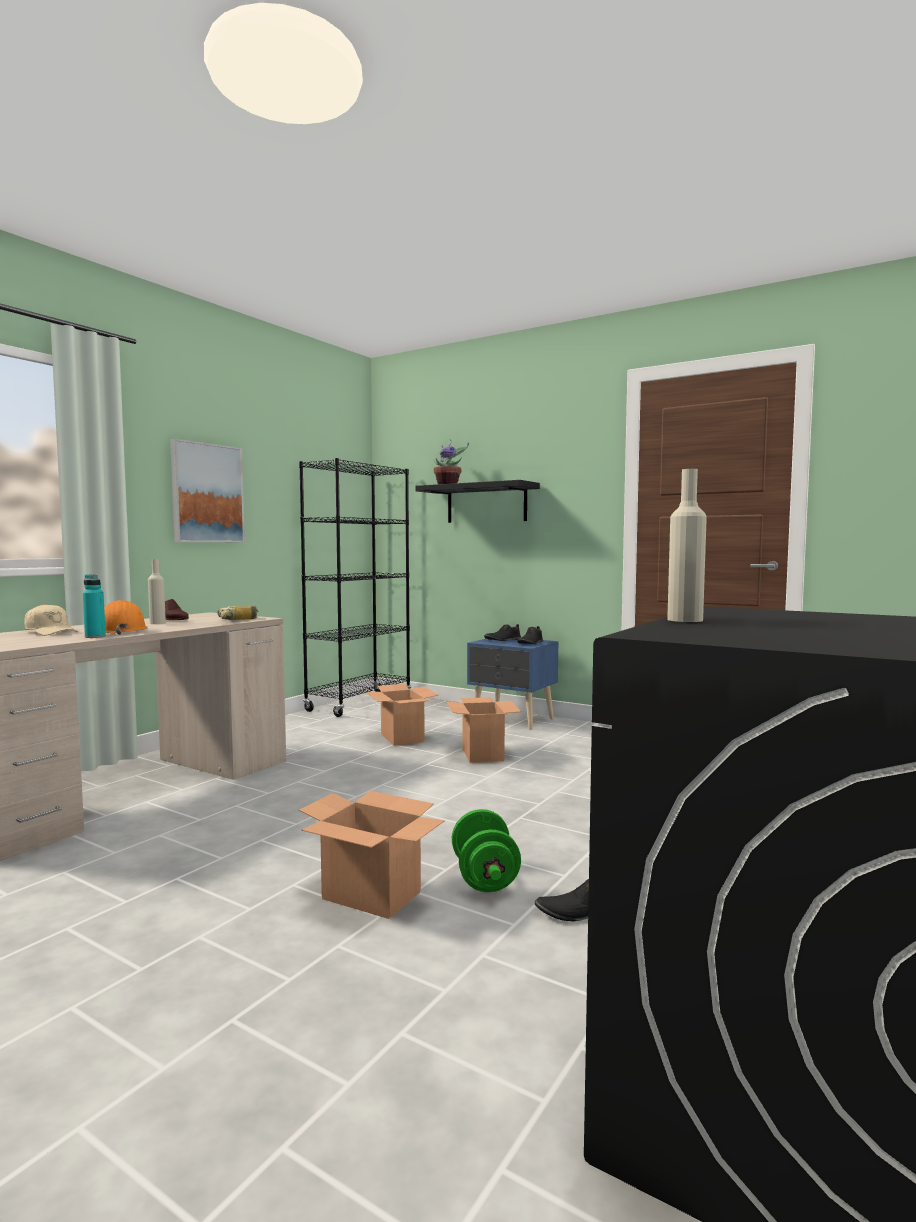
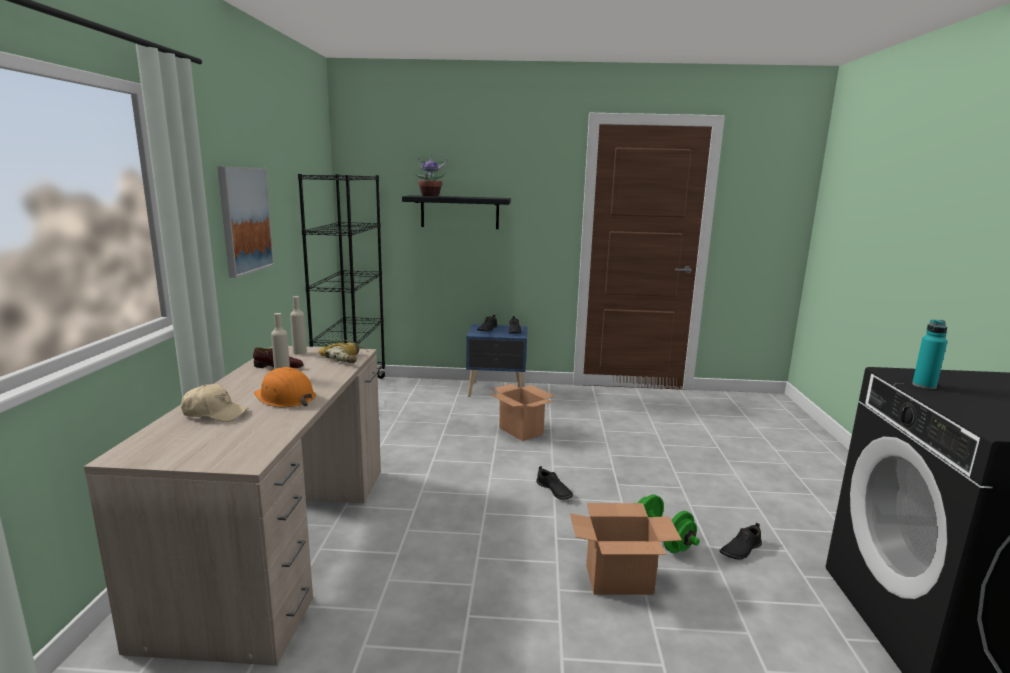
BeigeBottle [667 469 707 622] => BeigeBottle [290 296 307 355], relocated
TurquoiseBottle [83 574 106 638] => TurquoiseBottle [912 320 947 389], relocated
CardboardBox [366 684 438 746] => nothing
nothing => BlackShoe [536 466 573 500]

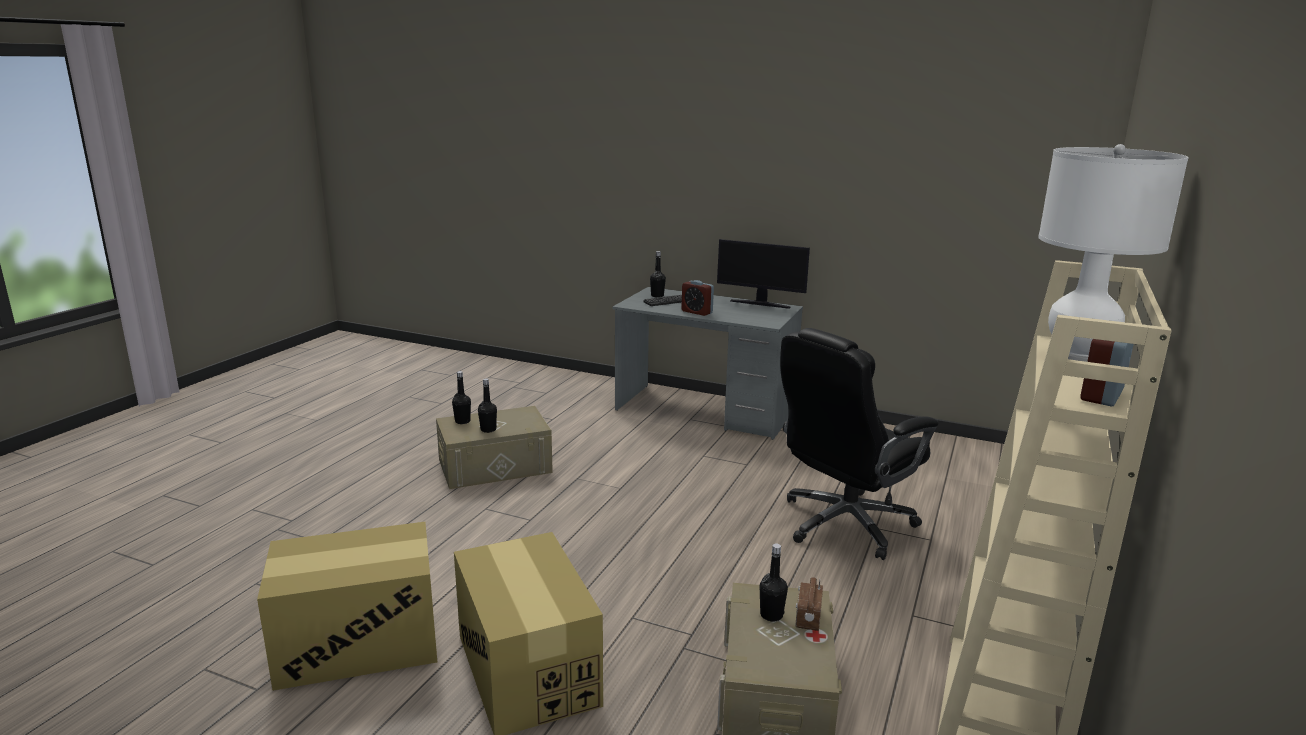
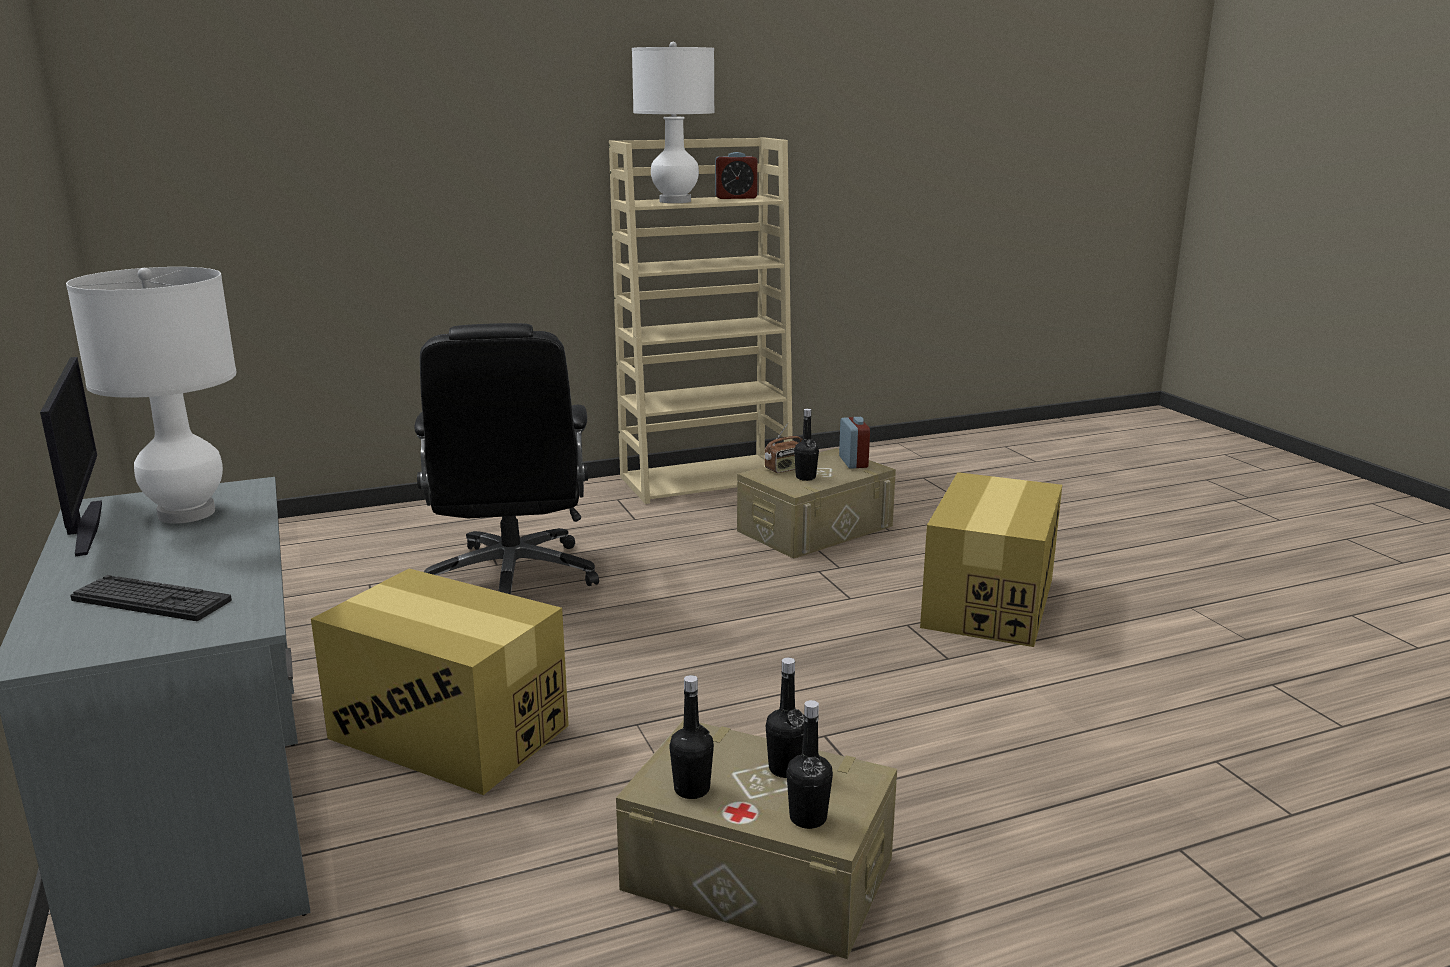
BlackBottle [650 251 666 298] => BlackBottle [669 675 714 799], relocated
AlarmClock [681 280 714 316] => AlarmClock [839 417 870 469], relocated
BlackOfficeChair [780 328 939 560] => BlackOfficeChair [414 323 599 594], 75 degrees clockwise
CardboardBox [257 522 437 691] => CardboardBox [311 568 569 795], relocated
nothing => WhiteTableLamp [66 267 237 524]

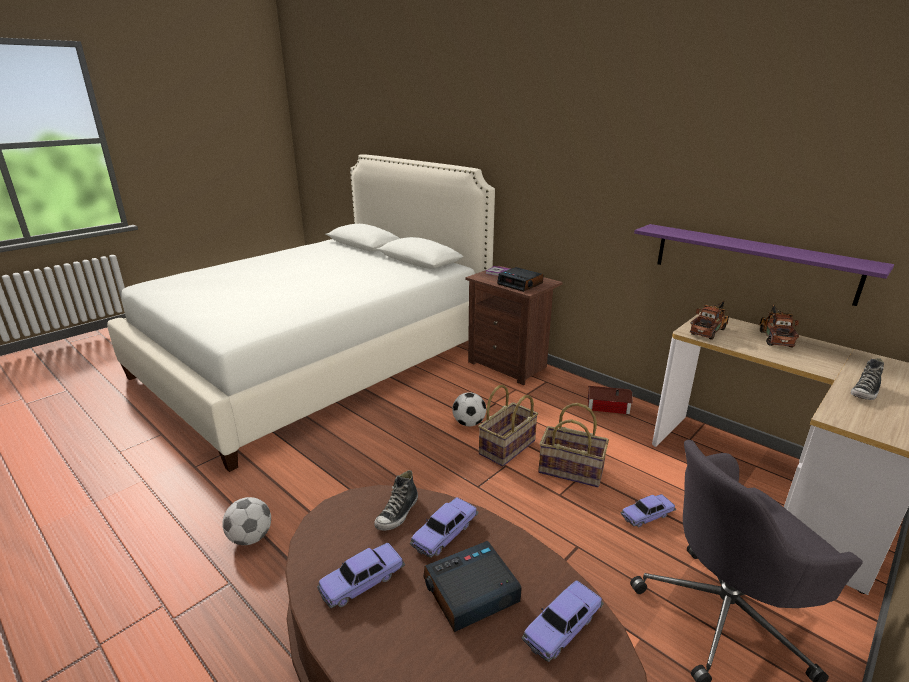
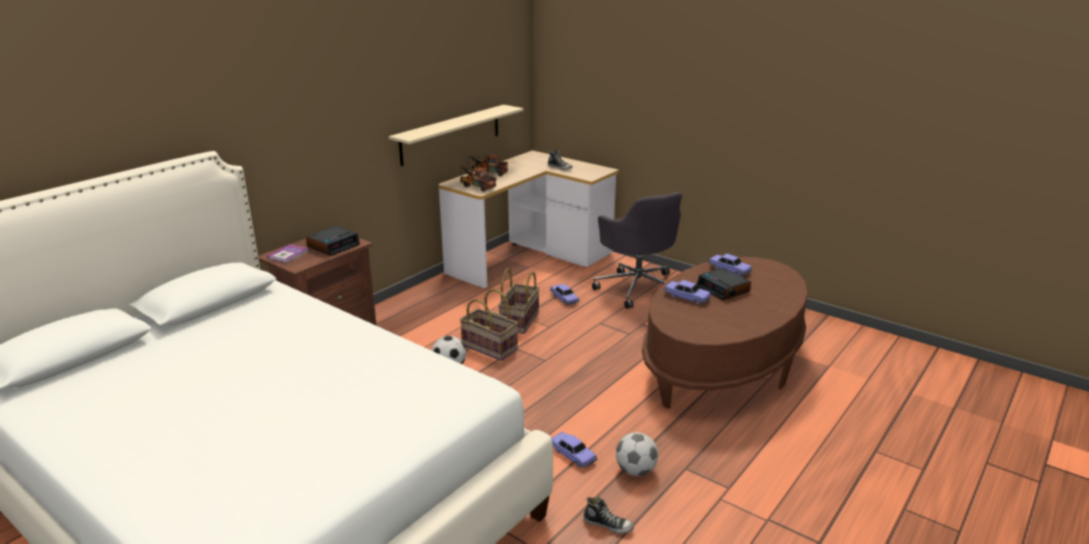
PurpleShelf [634 224 894 306] => BeigeShelf [389 105 523 166]
ToyHouse [588 386 633 414] => nothing
Shoe [374 470 418 531] => Shoe [583 497 634 534], relocated
ToyCar [317 543 405 608] => ToyCar [551 432 597 468], relocated

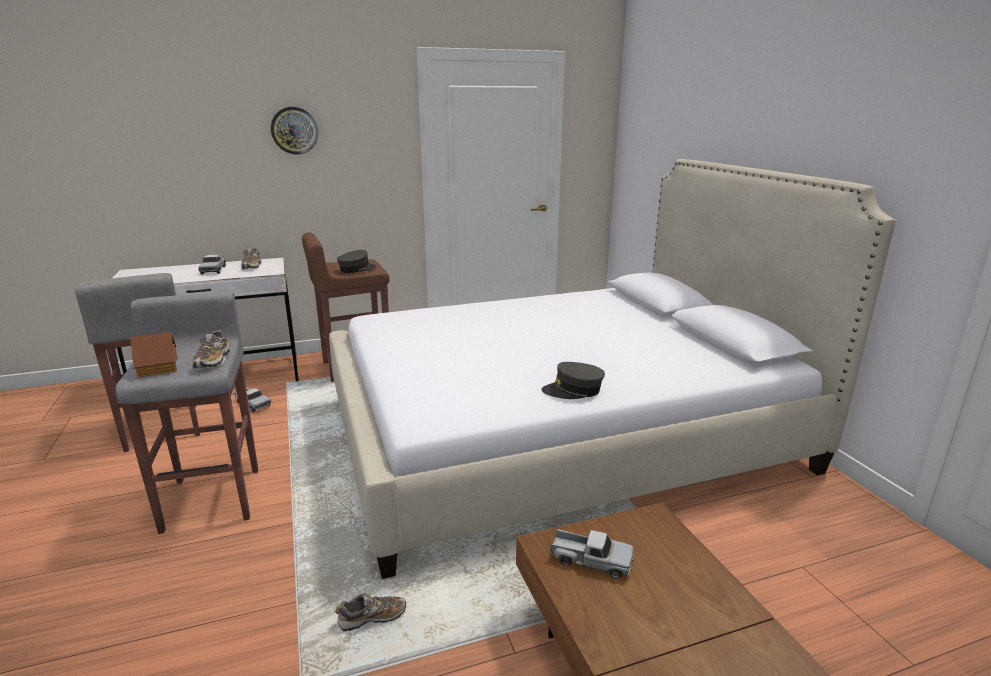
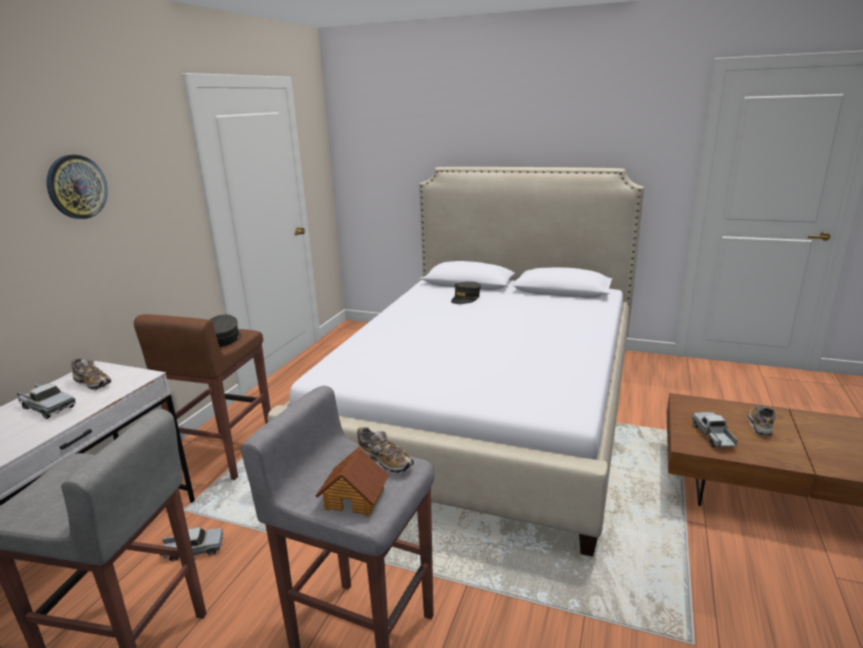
GreyCap [541 362 605 399] => GreyCap [451 282 481 304], relocated
ToyTruck [550 529 634 579] => ToyTruck [692 412 738 449], 60 degrees counterclockwise
Shoe [335 593 406 632] => Shoe [748 404 775 436], relocated

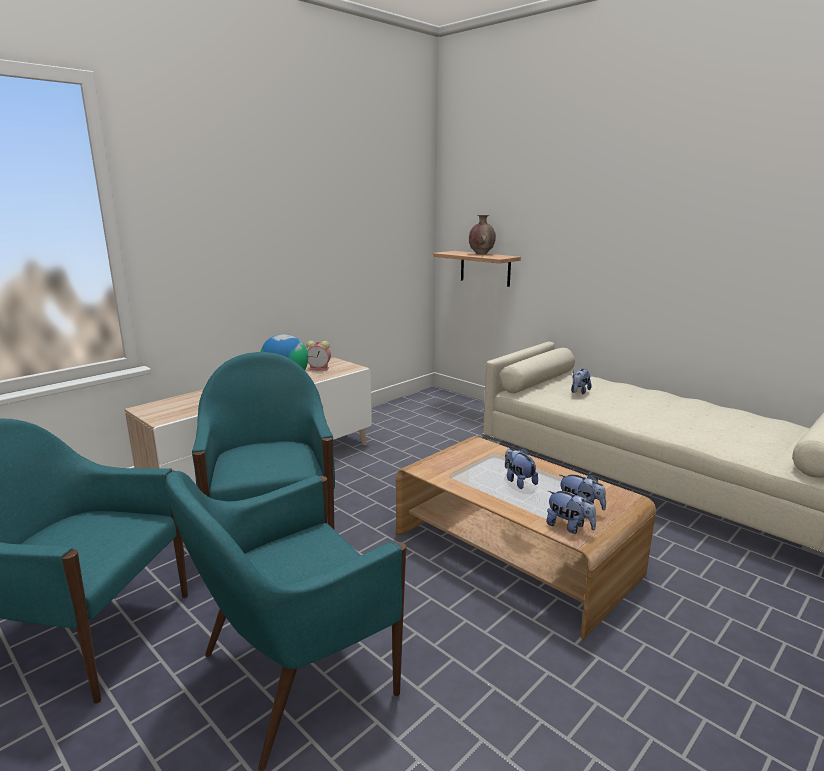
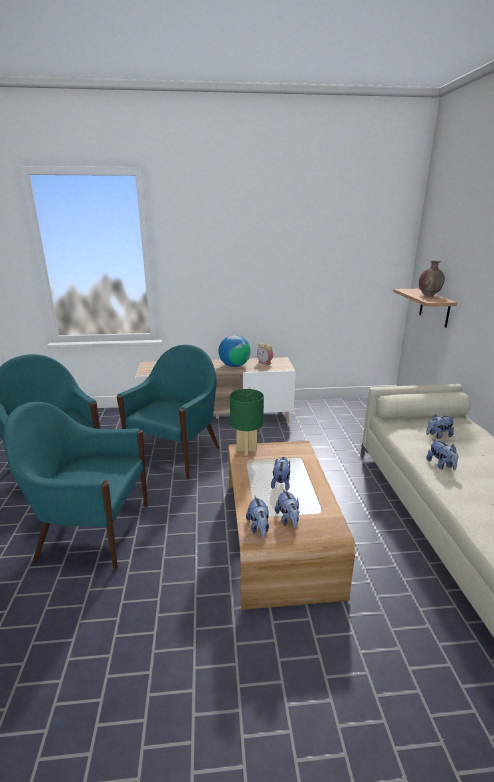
nothing => GreenTableLamp [230 389 264 456]
nothing => PlushToy [426 439 458 471]

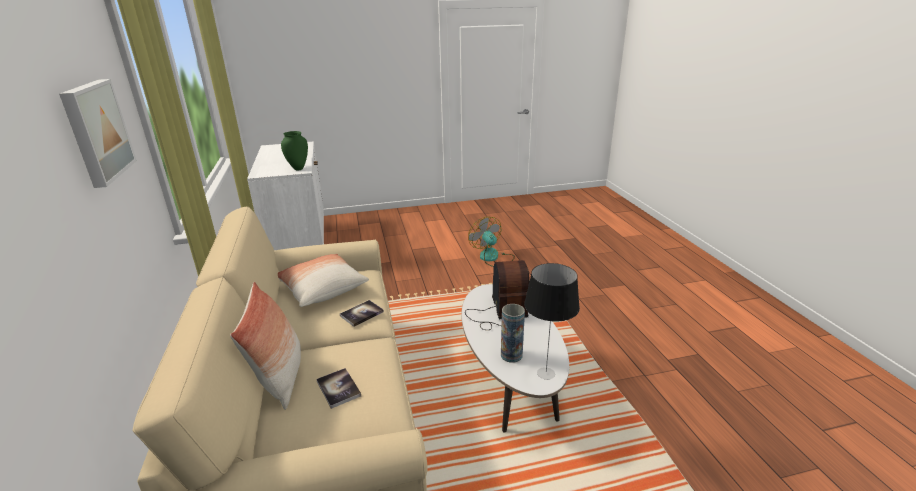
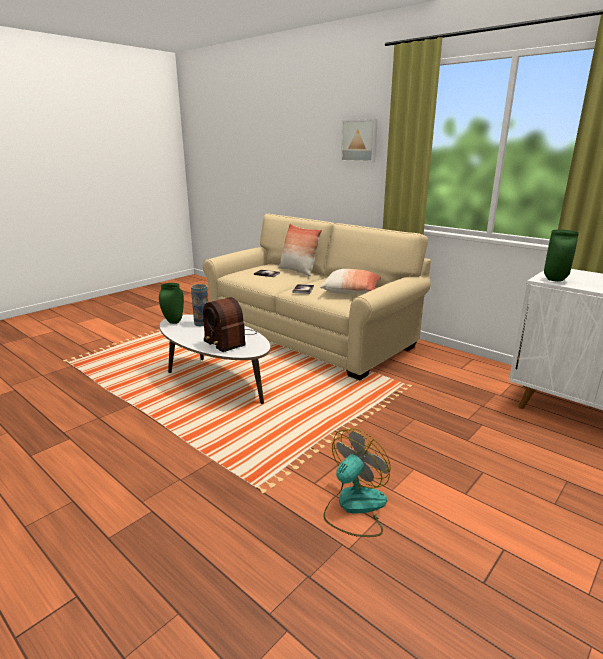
Fan [468 217 515 267] => Fan [324 428 391 537], 75 degrees counterclockwise
TableLamp [524 263 580 380] => GreenVase [159 283 184 324]

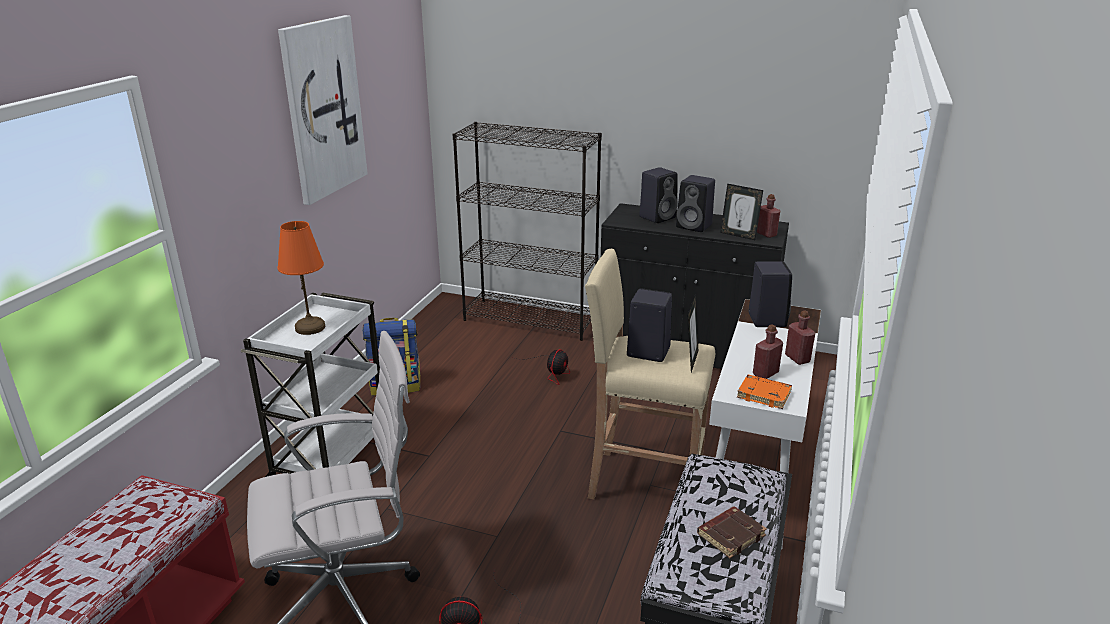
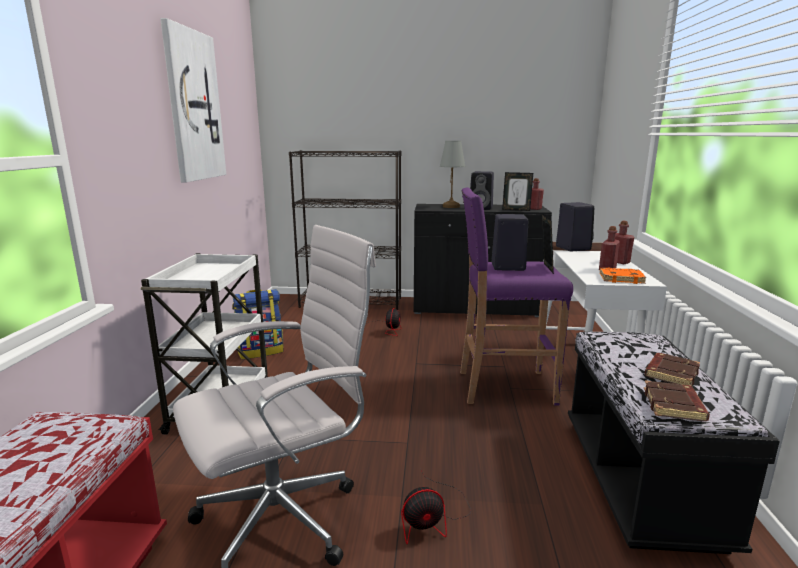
BlackSpeaker [639 167 678 223] => GreyTableLamp [440 141 465 208]
OrangeTableLamp [277 221 325 335] => nothing
BeigeStool [585 249 715 499] => PurpleStool [460 187 573 406]
nothing => BrownBook [644 380 710 421]

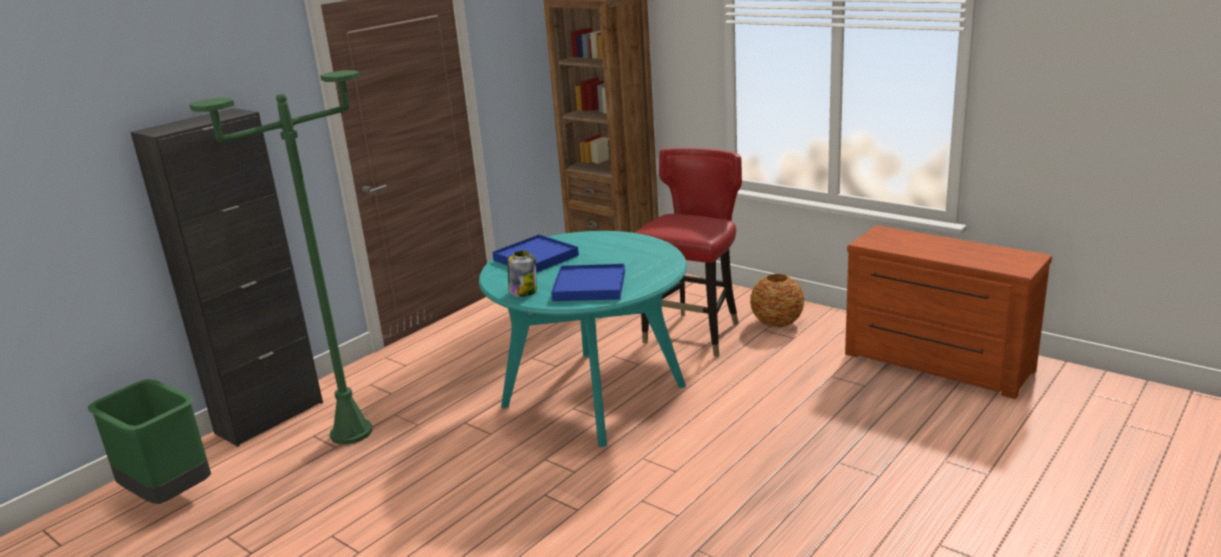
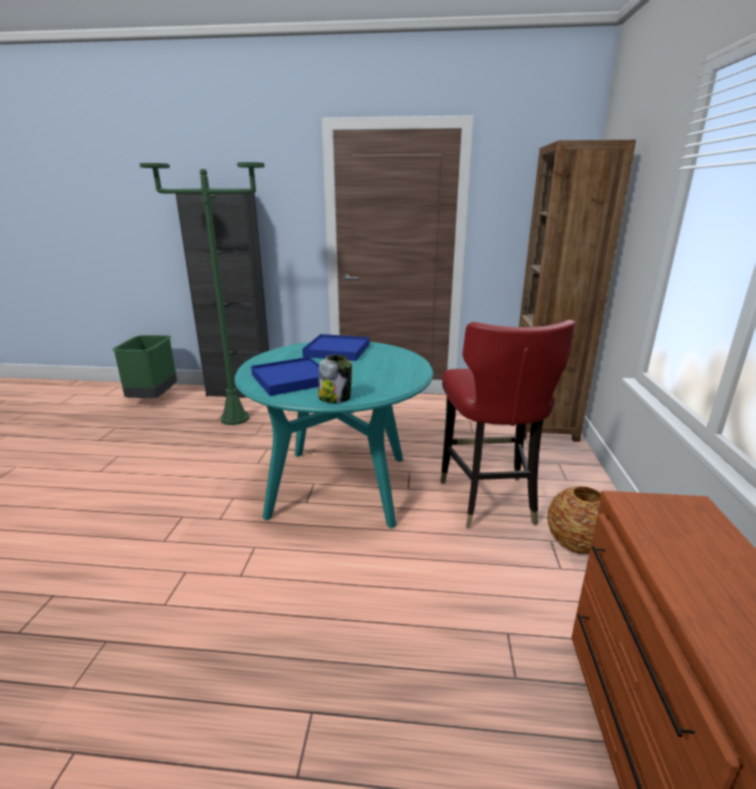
RedChair [635 148 742 357] => RedChair [440 320 576 529], 90 degrees clockwise
Jar [508 251 537 297] => Jar [318 355 352 403], relocated

